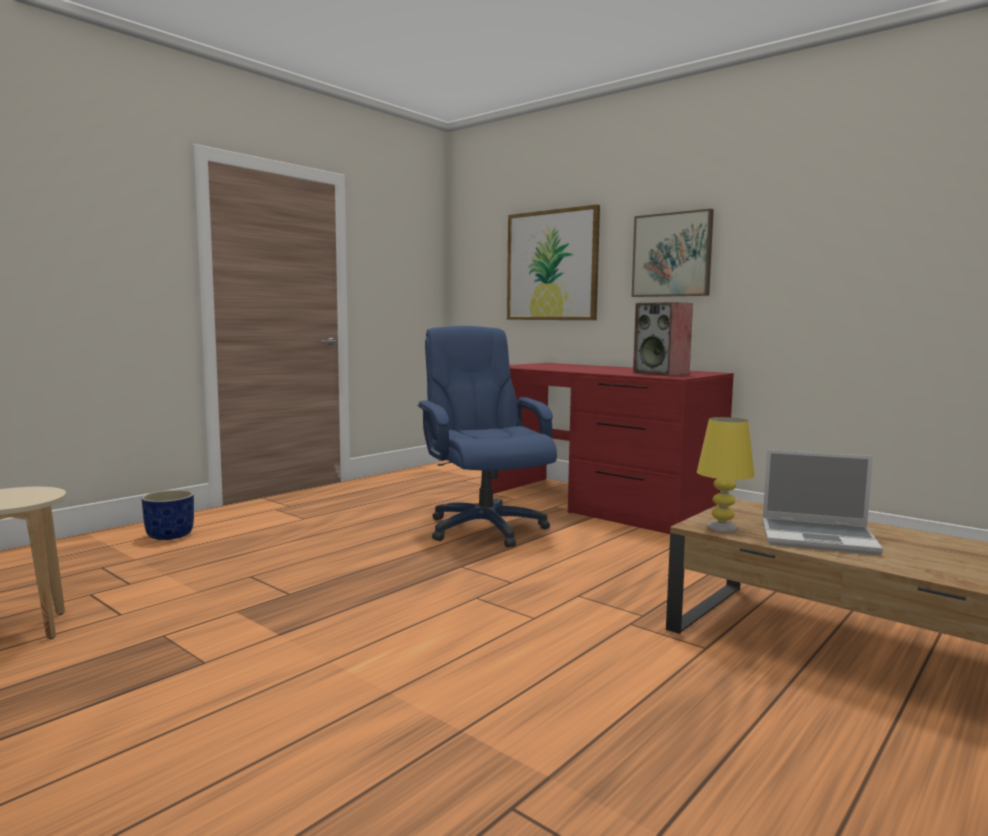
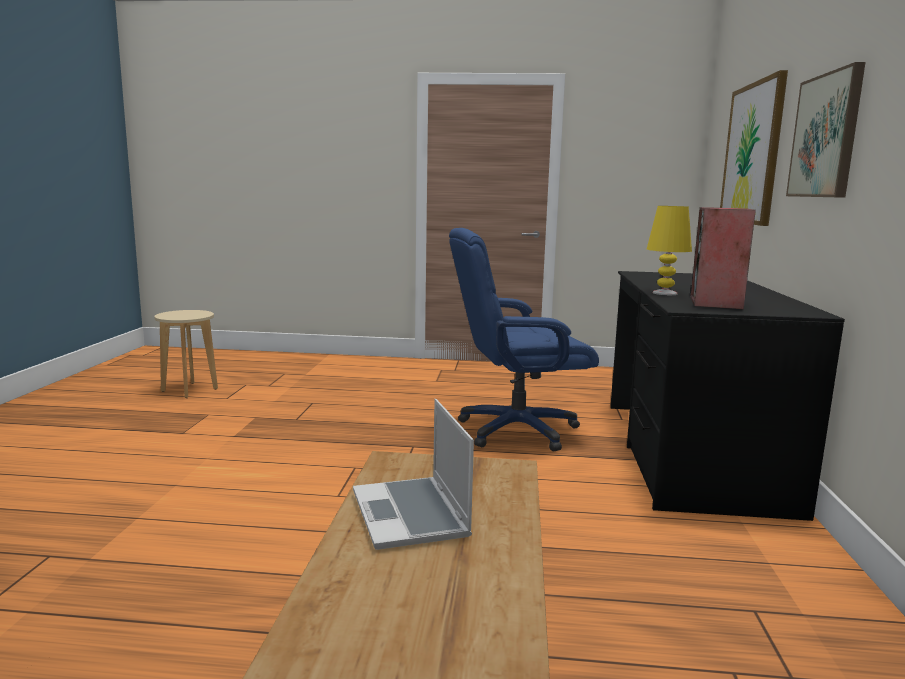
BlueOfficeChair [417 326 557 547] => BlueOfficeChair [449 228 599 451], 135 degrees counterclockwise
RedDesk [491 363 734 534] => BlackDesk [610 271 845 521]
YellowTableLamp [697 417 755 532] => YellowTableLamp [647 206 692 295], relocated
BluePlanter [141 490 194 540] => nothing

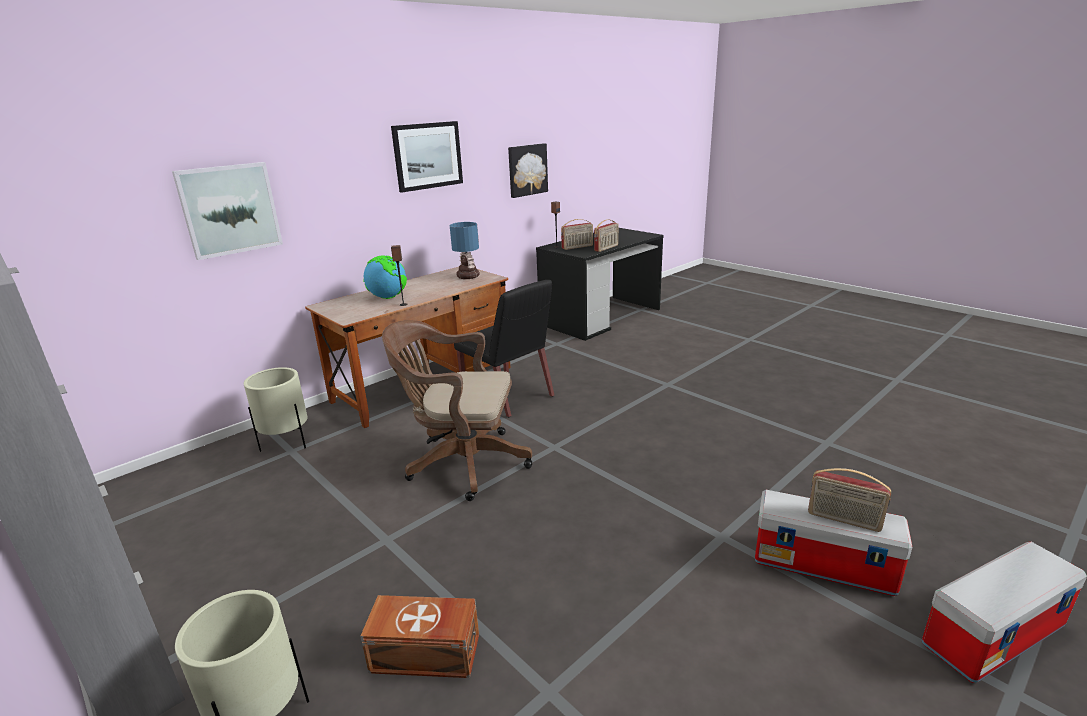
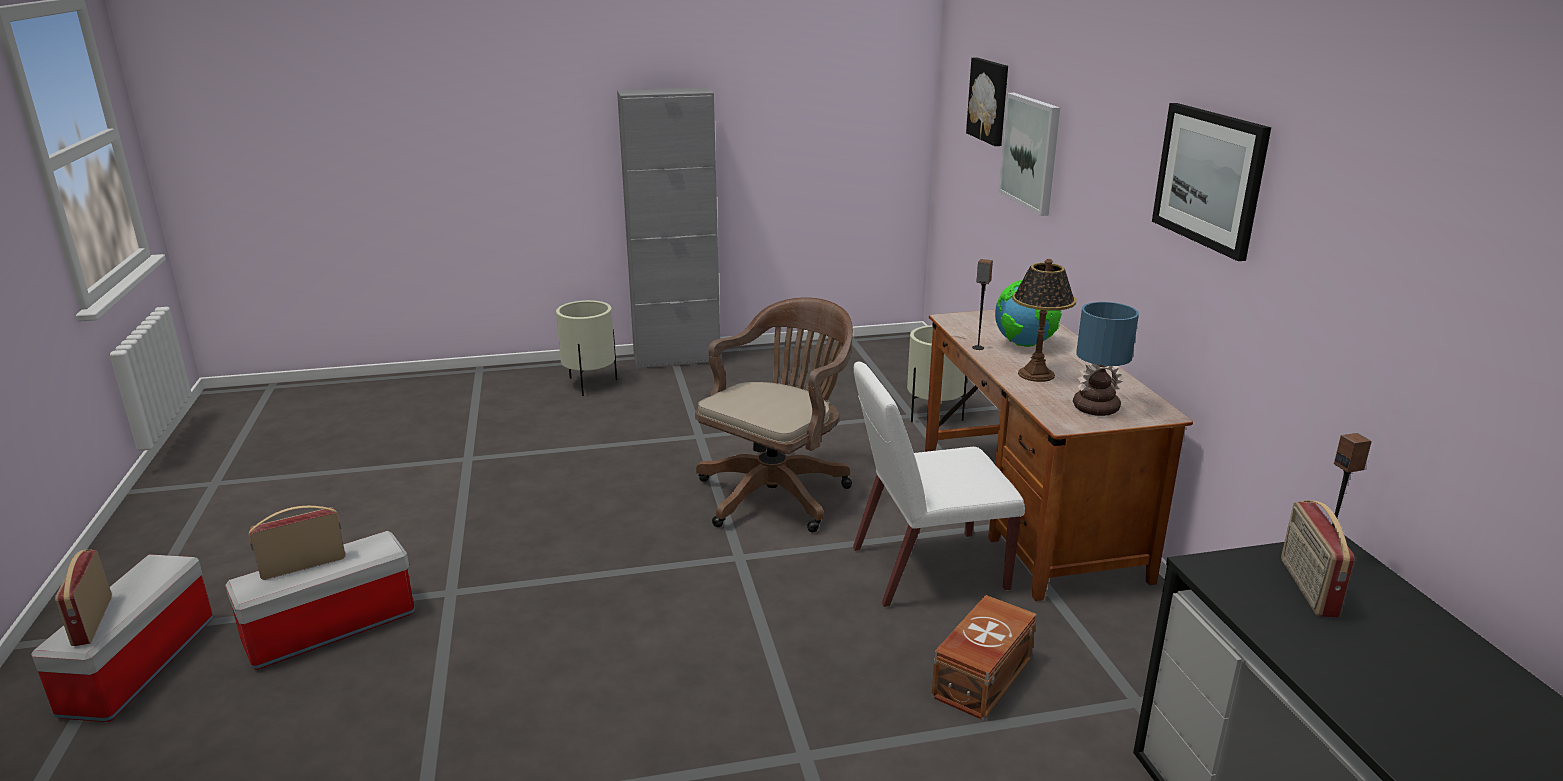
Picture [508 143 548 198] => Picture [966 58 1008 146], relocated
Radio [594 219 618 252] => Radio [55 549 112 646], relocated
BlackChair [454 280 554 417] => WhiteChair [853 361 1025 607]
BrownStorageBox [360 595 479 678] => BrownStorageBox [931 595 1037 721], relocated
nothing => TableLamp [1012 259 1076 382]

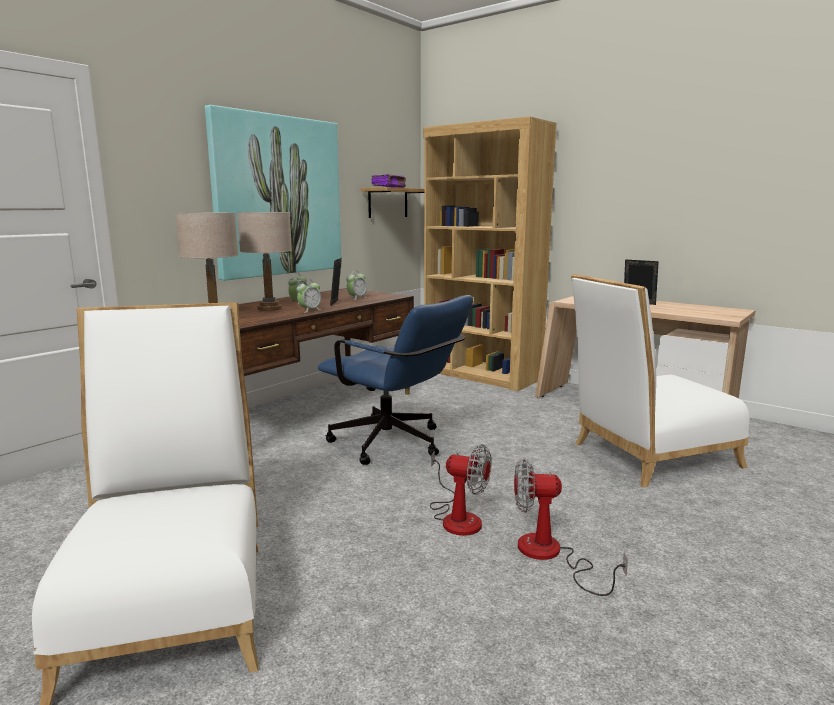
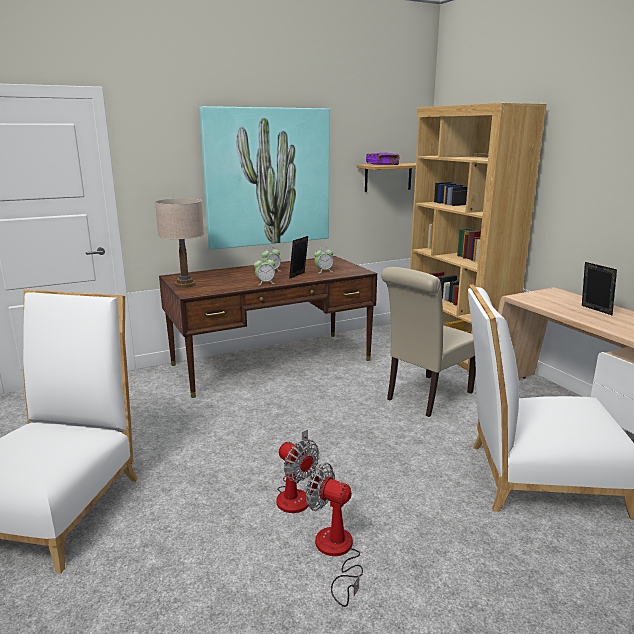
BeigeTableLamp [237 212 292 311] => nothing
BlueOfficeChair [318 295 473 465] => nothing
nothing => BeigeChair [381 267 476 417]

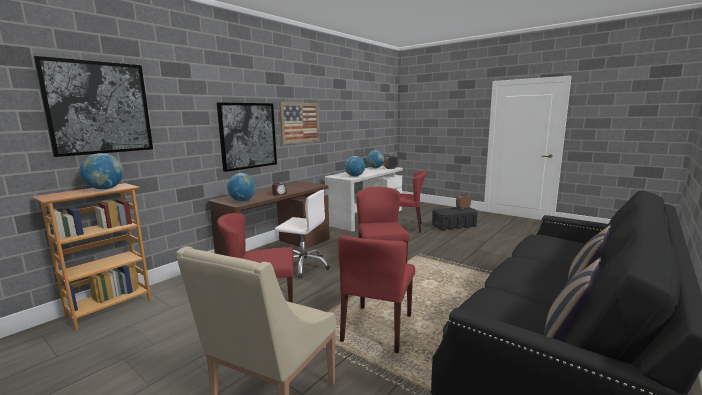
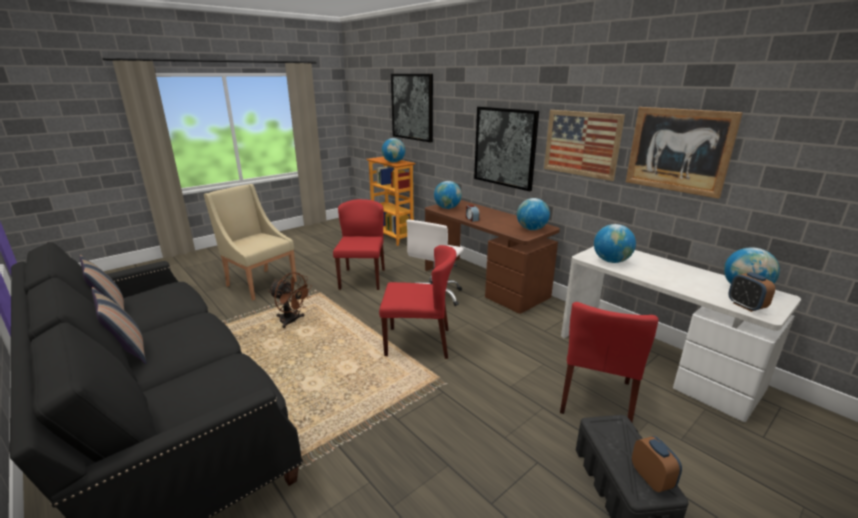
RedChair [338 235 415 353] => BrownFan [269 272 312 328]
nothing => Picture [626 107 743 199]
nothing => Globe [517 198 550 230]

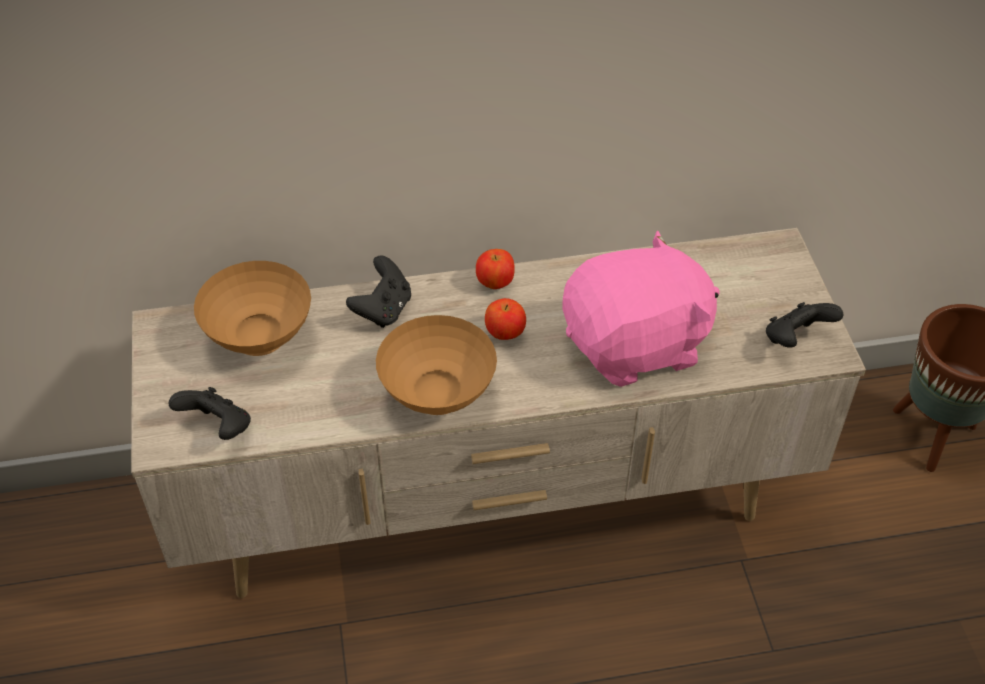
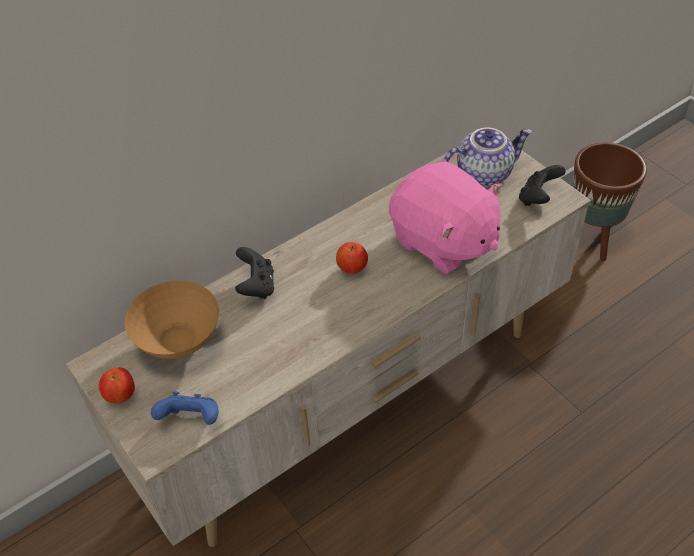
PinkPlushToy [562 231 720 387] => PinkPlushToy [389 161 503 274], 90 degrees clockwise
Apple [476 249 515 289] => Apple [99 367 135 403], relocated
BrownBowl [376 315 497 415] => nothing
BlackGameController [168 387 251 440] => BlueGameController [151 392 218 425]
nothing => Teapot [443 128 532 187]

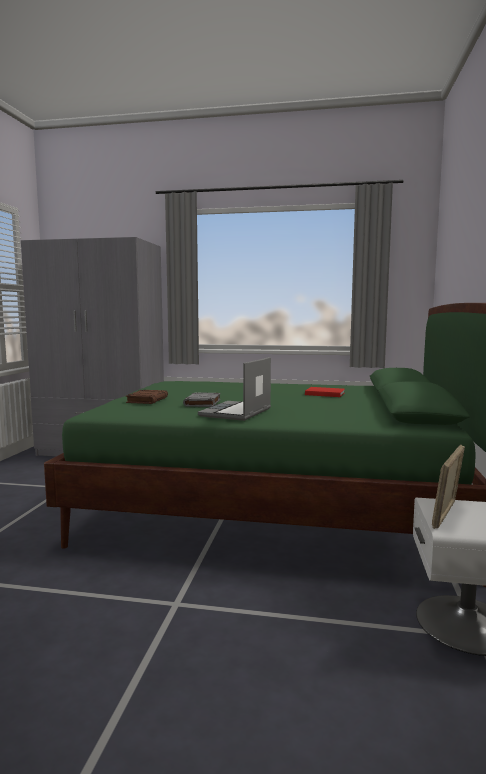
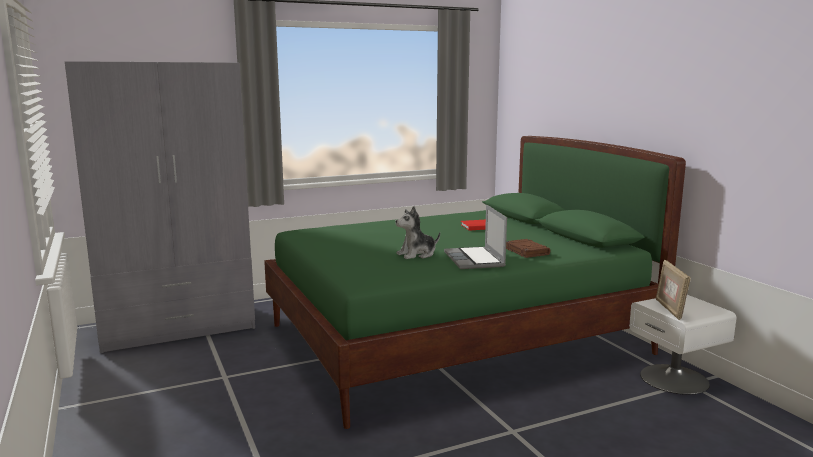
BrownBook [126 390 168 404] => BrownBook [506 239 550 258], relocated
GreyBook [183 392 220 407] => PlushToy [395 206 440 259]

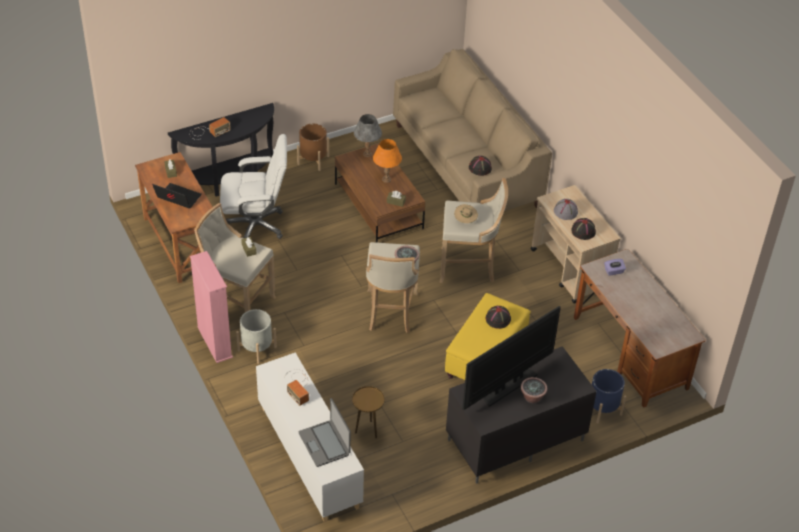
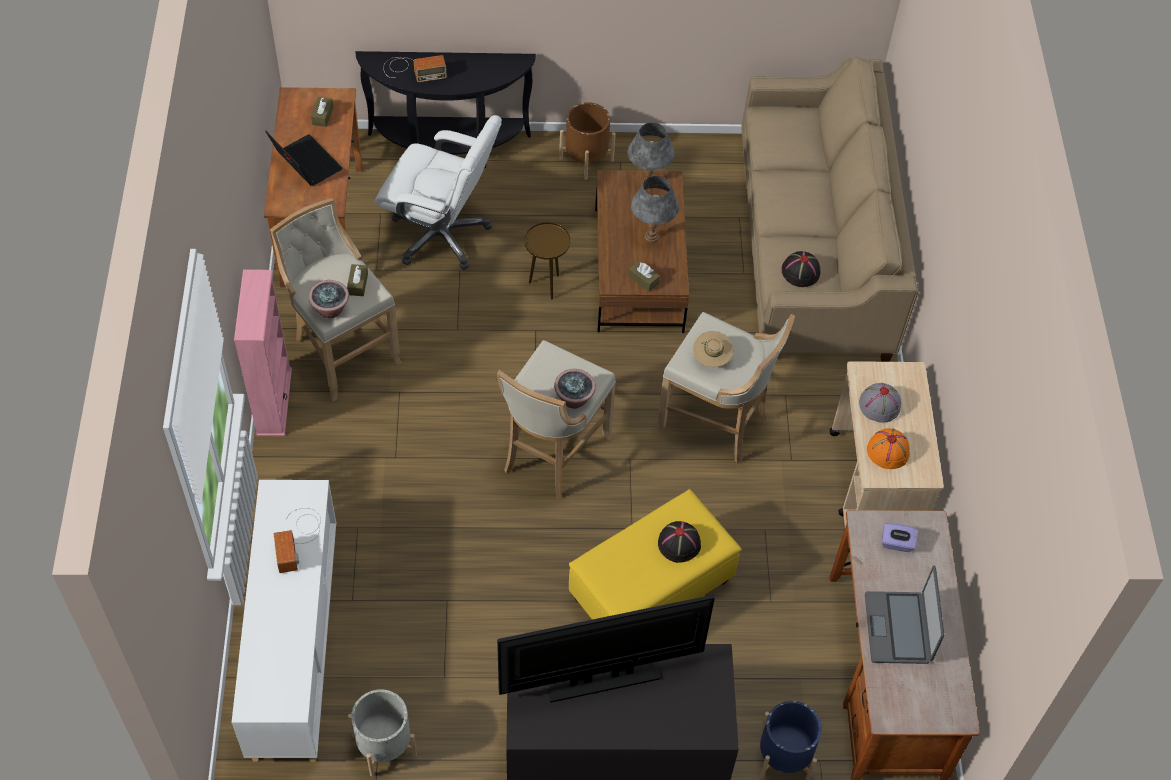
OrangeTableLamp [373 139 402 183] => GreyTableLamp [631 176 679 243]
BlackHat [571 218 596 240] => OrangeHat [867 428 910 469]
GreyPlanter [236 309 277 364] => GreyPlanter [348 689 417 777], relocated
PottedPlant [521 377 547 403] => PottedPlant [309 280 349 318], relocated
BrownSideTable [352 386 385 438] => BrownSideTable [524 222 570 300], relocated
Laptop [299 398 351 467] => Laptop [865 566 944 664], relocated

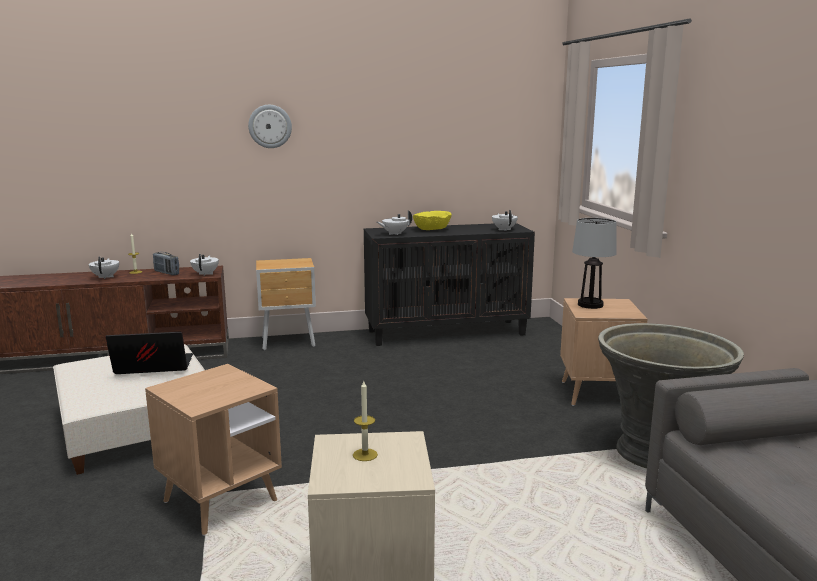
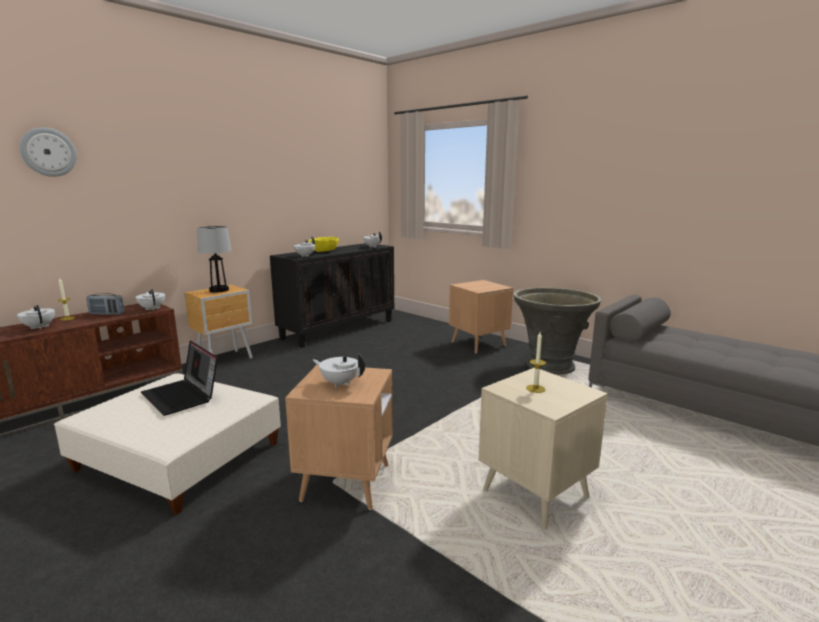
WallClock [248 105 292 148] => WallClock [19 127 77 177], relocated
TableLamp [572 218 617 309] => TableLamp [197 226 232 293], relocated
Laptop [105 332 193 374] => Laptop [141 341 218 416], 90 degrees counterclockwise
nothing => WhiteTeapot [313 353 365 387]

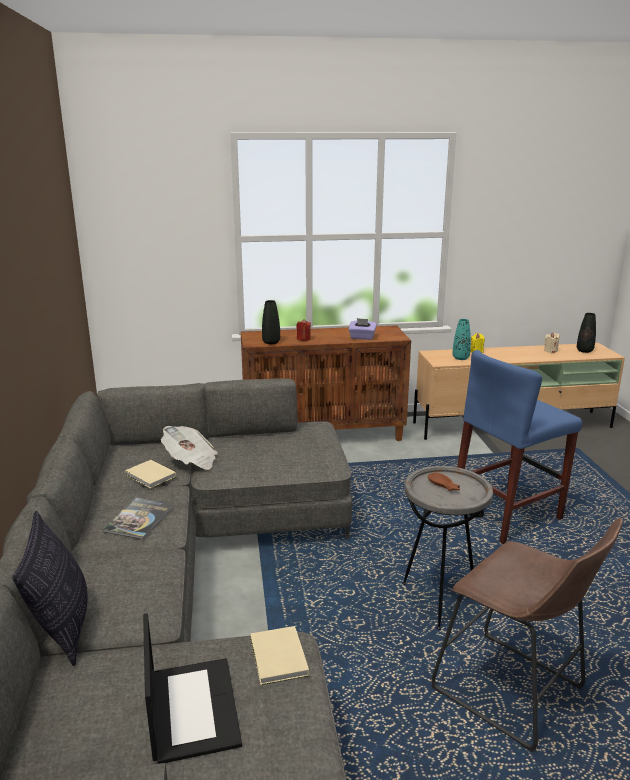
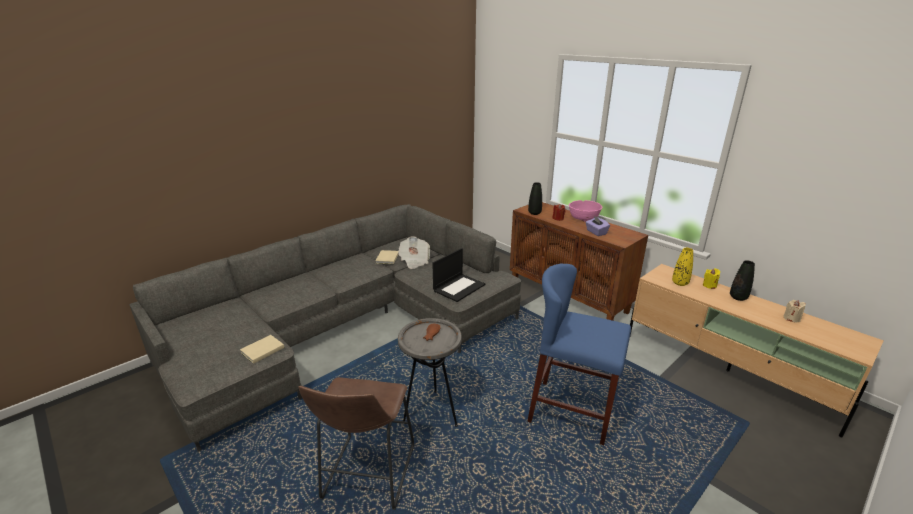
BlackVase [577 313 596 353] => BlackVase [730 260 755 301], relocated
TurquoiseVase [453 319 471 360] => YellowVase [672 248 693 286]
Book [102 497 174 539] => nothing
Pillow [12 511 88 666] => nothing
Laptop [143 613 242 764] => Laptop [432 248 485 302], relocated
nothing => PinkBowl [569 200 603 222]

